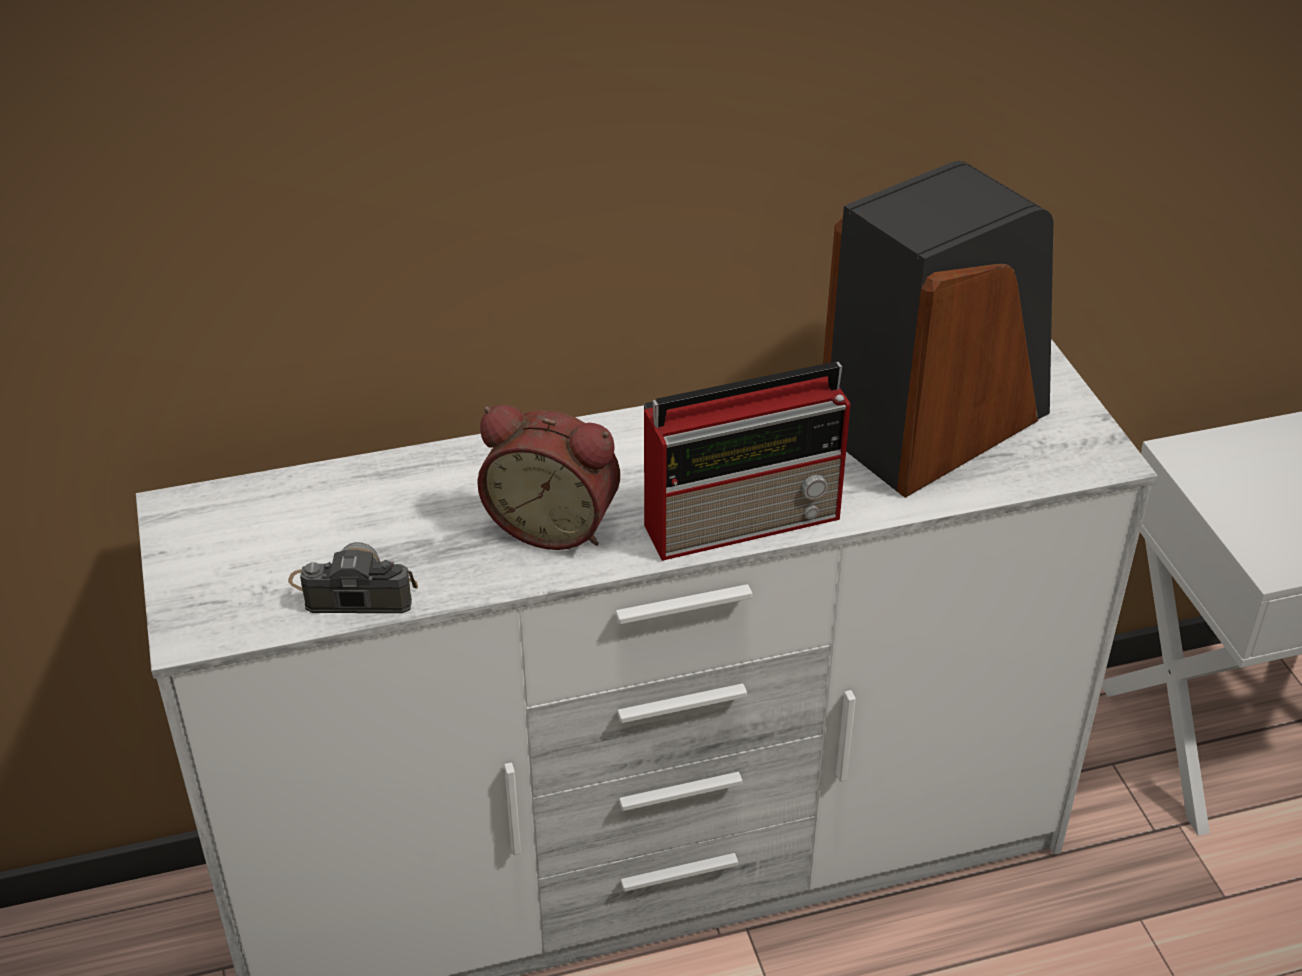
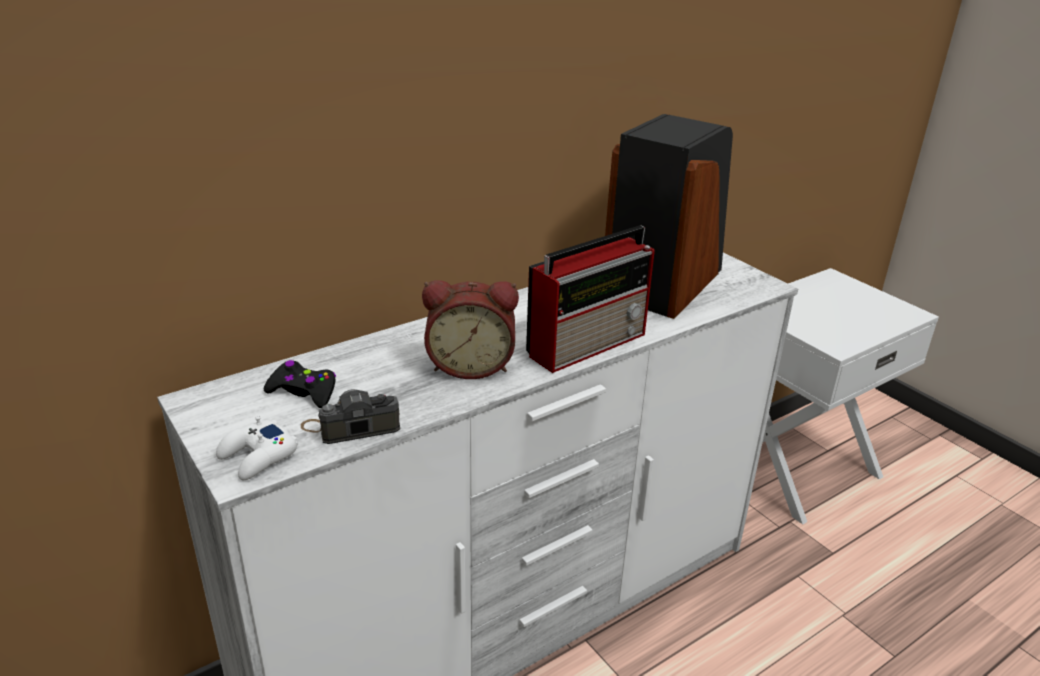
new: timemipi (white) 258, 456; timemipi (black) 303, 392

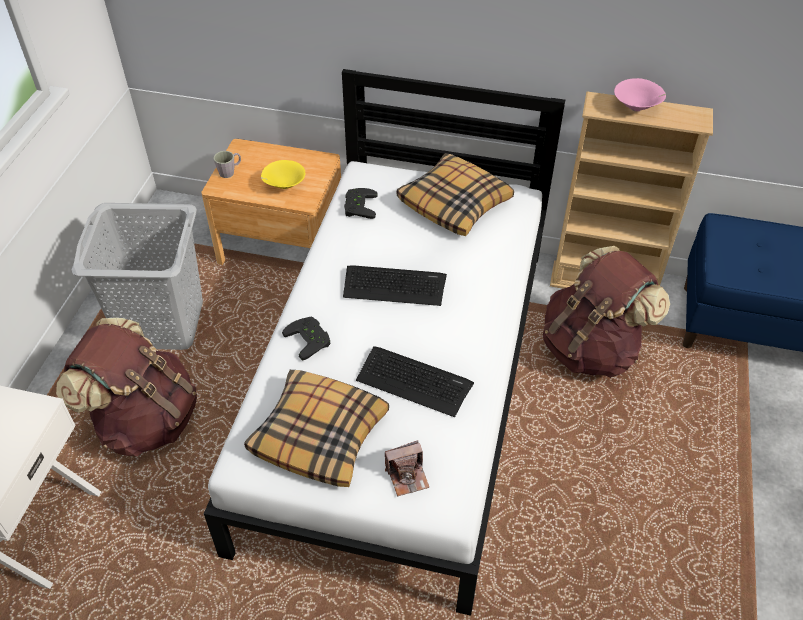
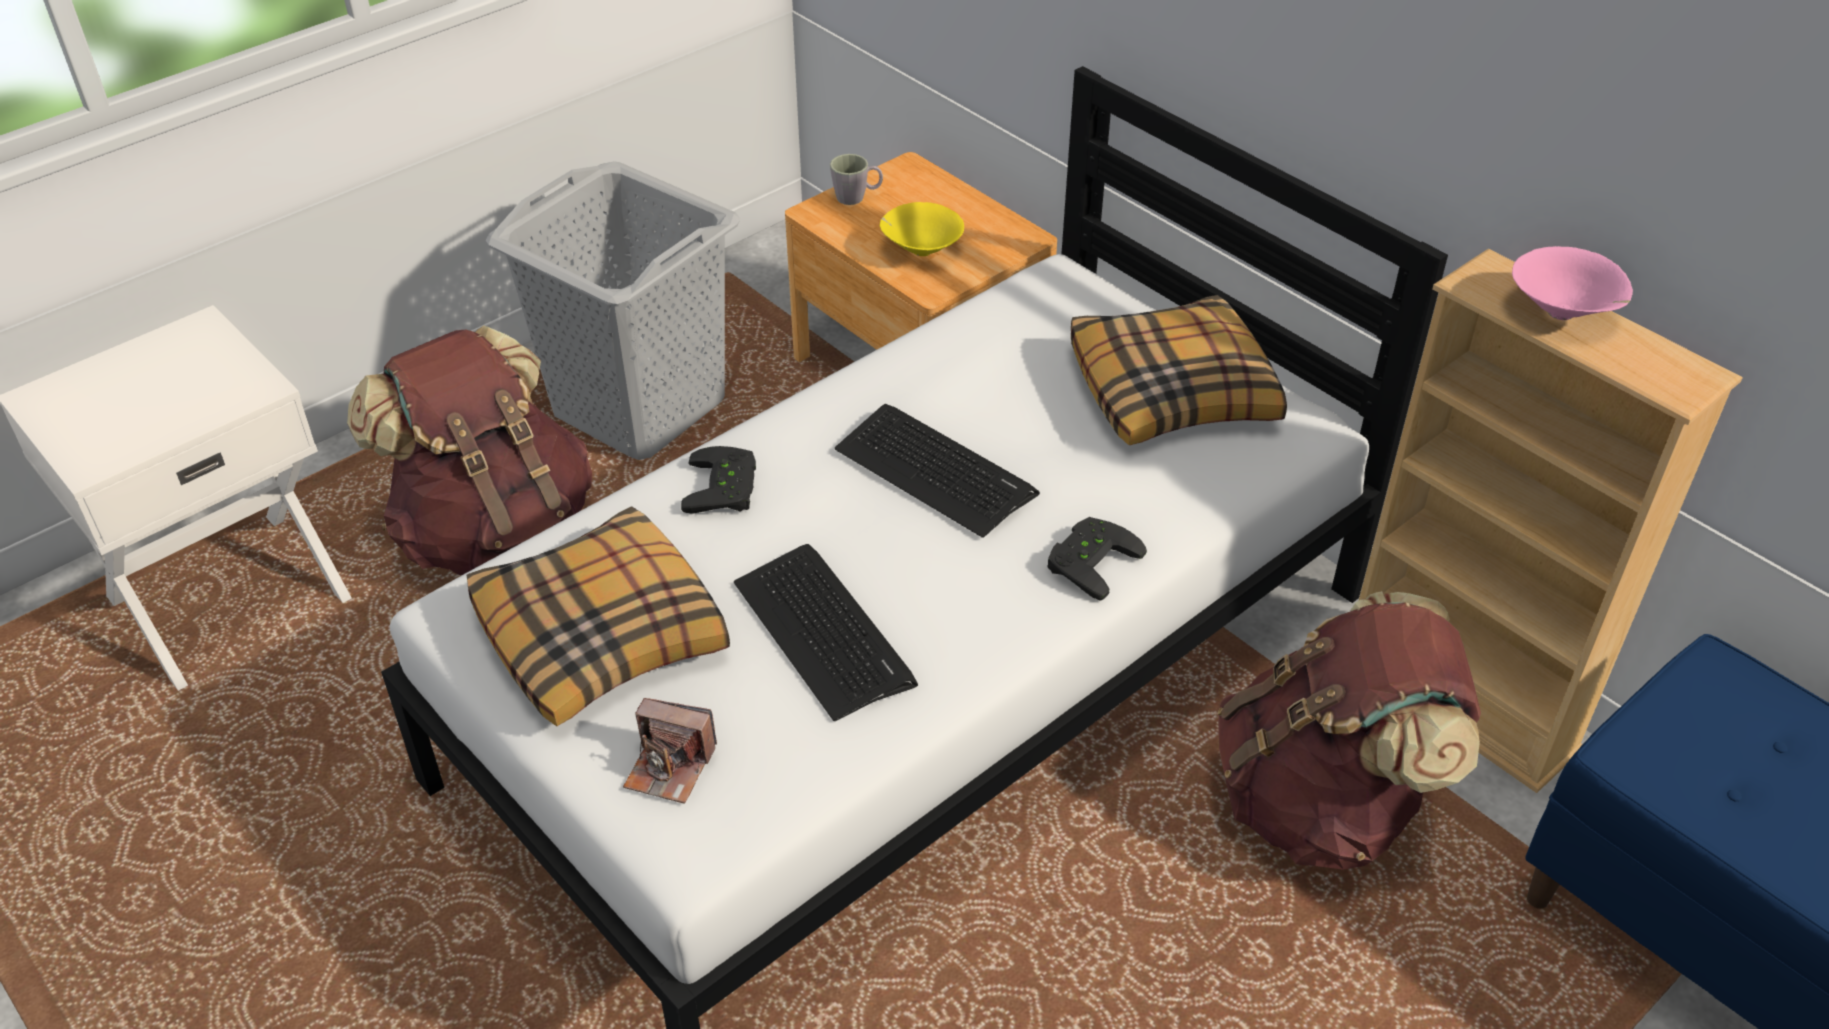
shifted: timemipi (black) 358, 206 to 1088, 560

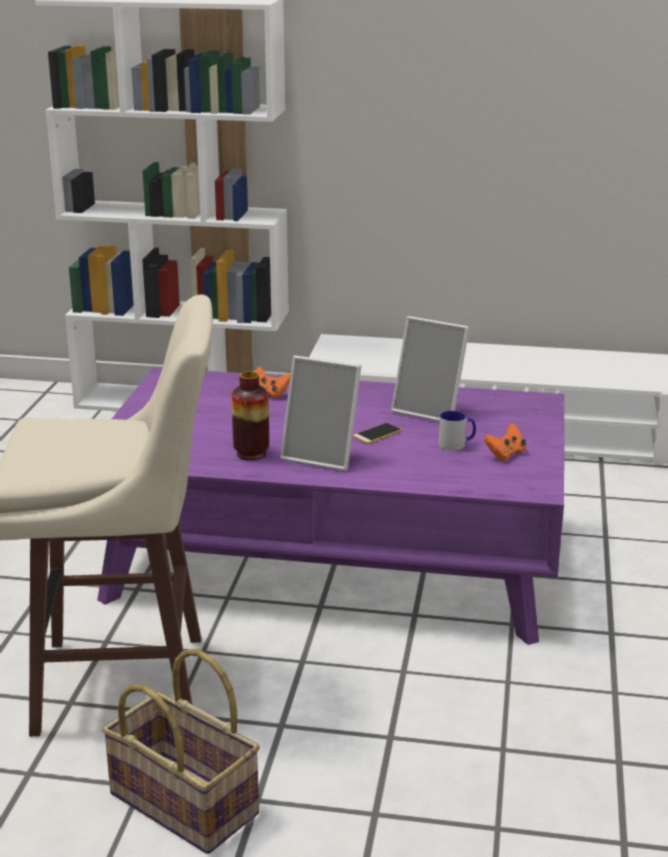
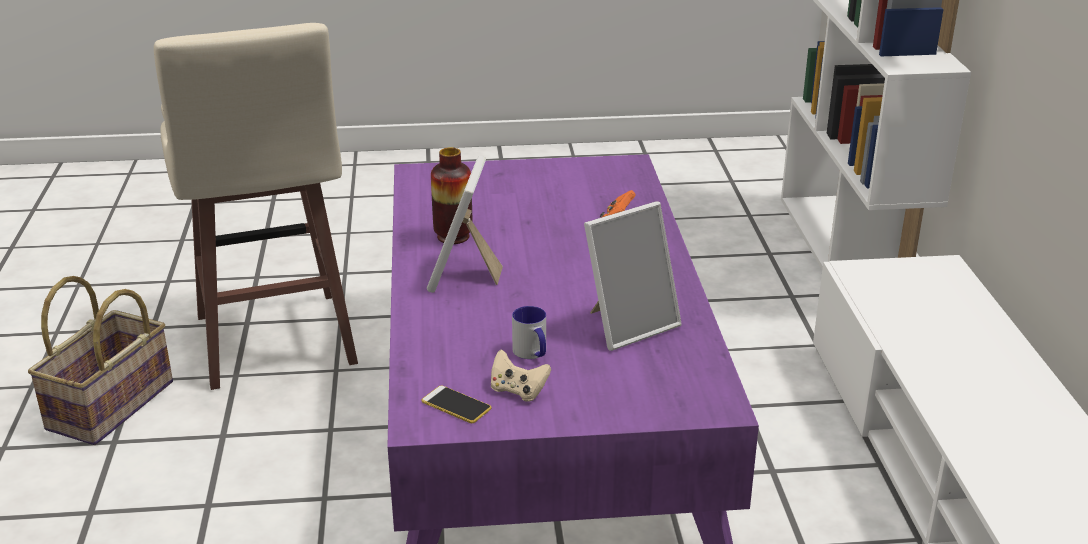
shifted: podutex 377, 434 to 456, 405
repainted: timemipi (orange) 505, 454 to timemipi (beige) 518, 391
rotated: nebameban 430, 410 = 628, 325 135 degrees counterclockwise

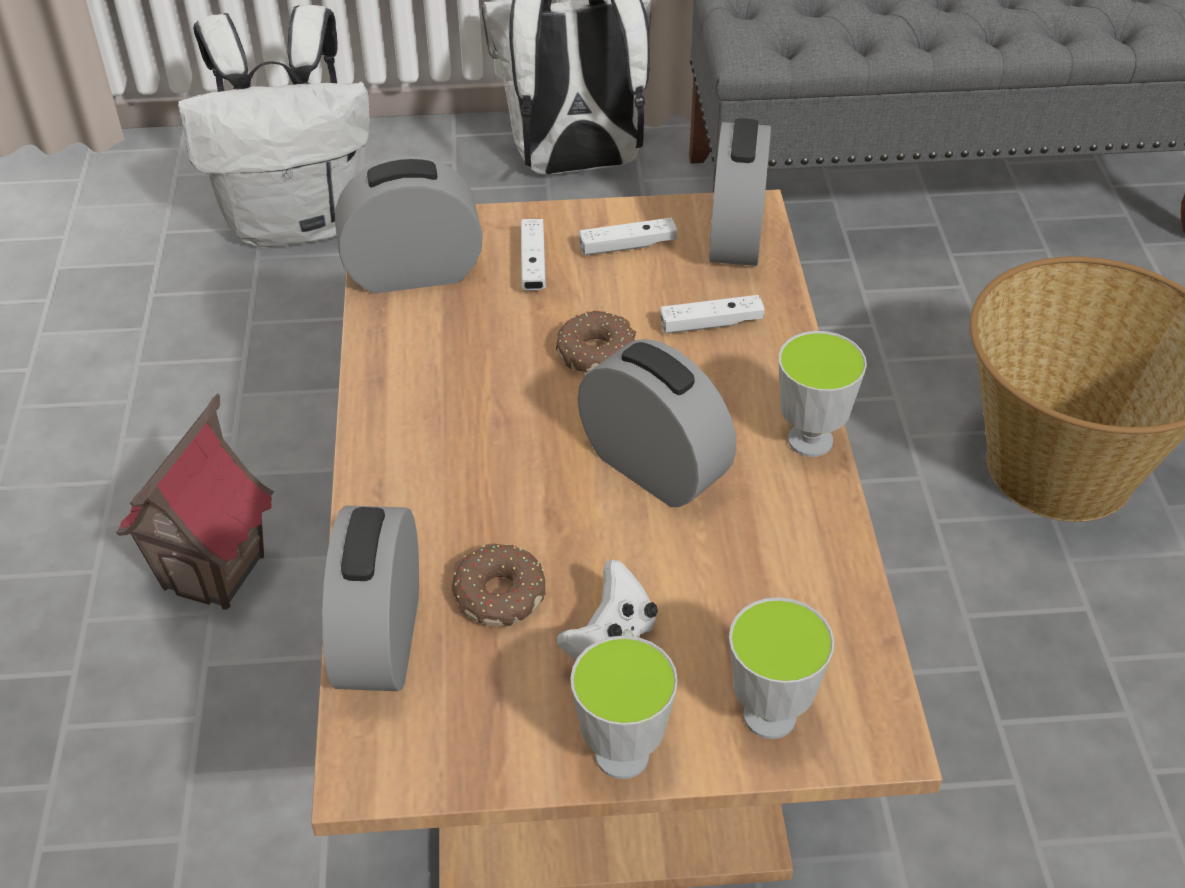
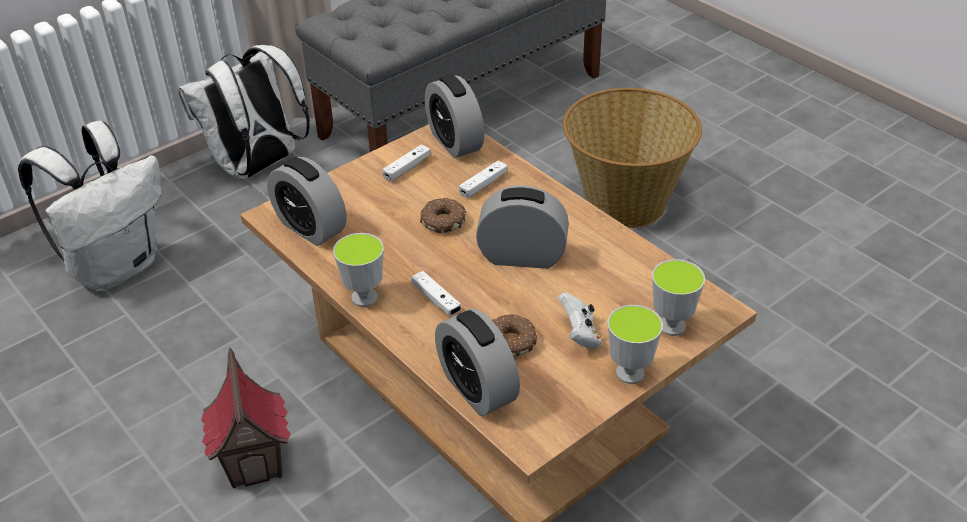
shifted: timemipi (white) 533, 264 to 436, 299; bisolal 810, 440 to 364, 297
rotated: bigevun 413, 272 = 310, 227 90 degrees counterclockwise

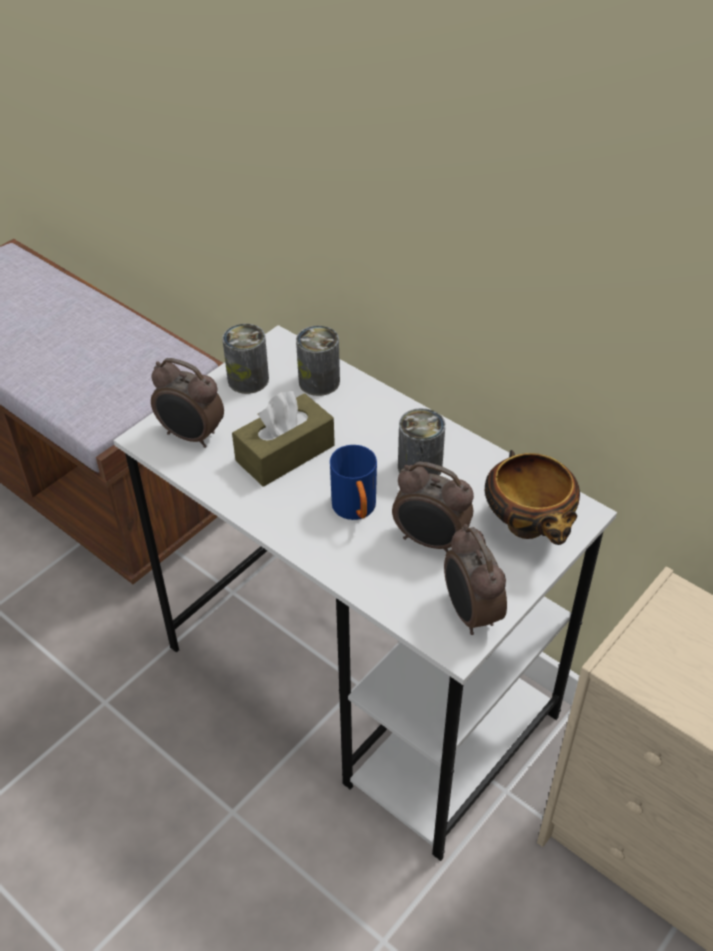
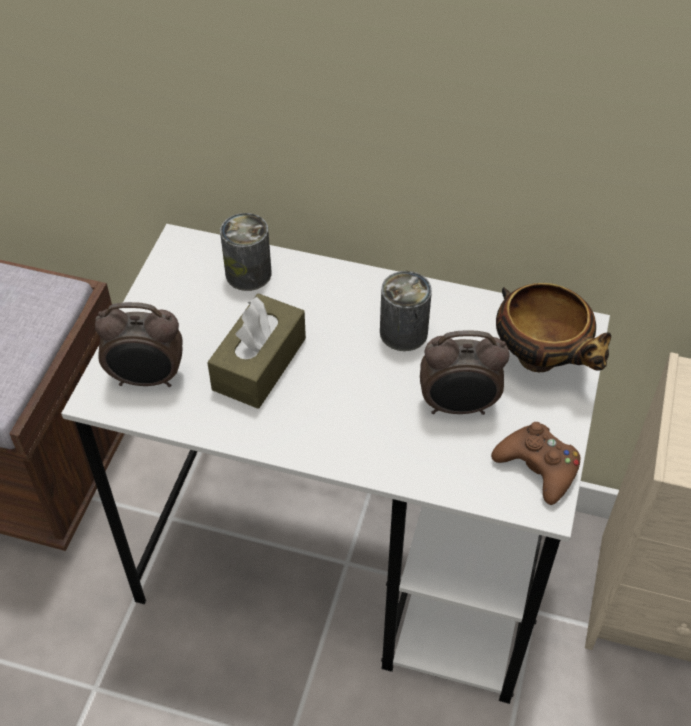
gone: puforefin 248, 379; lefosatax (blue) 356, 511
swapped: bigevun 470, 613 to timemipi (brown) 538, 467

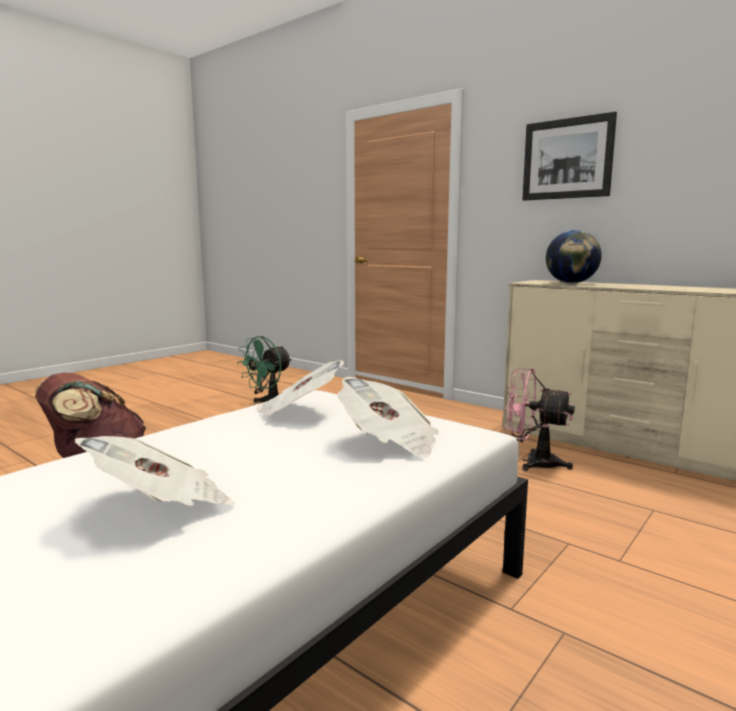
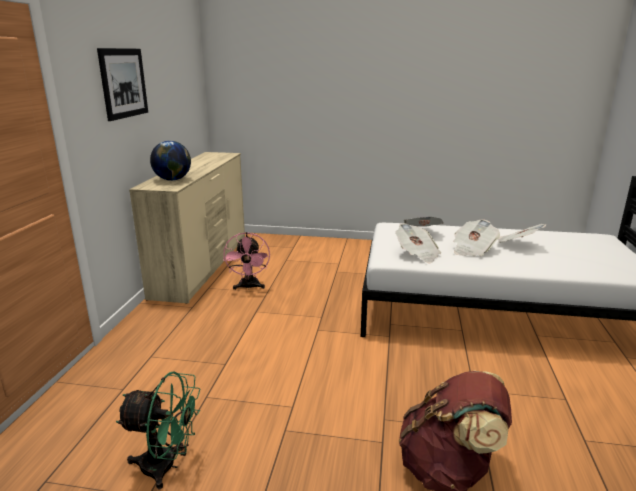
new: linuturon 472, 250

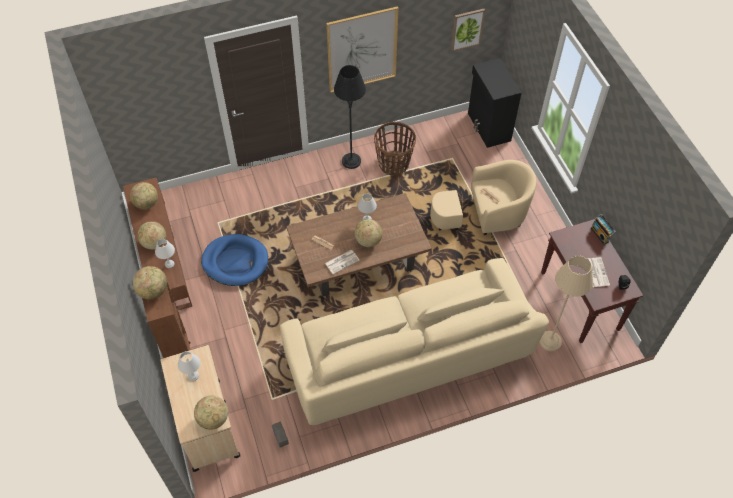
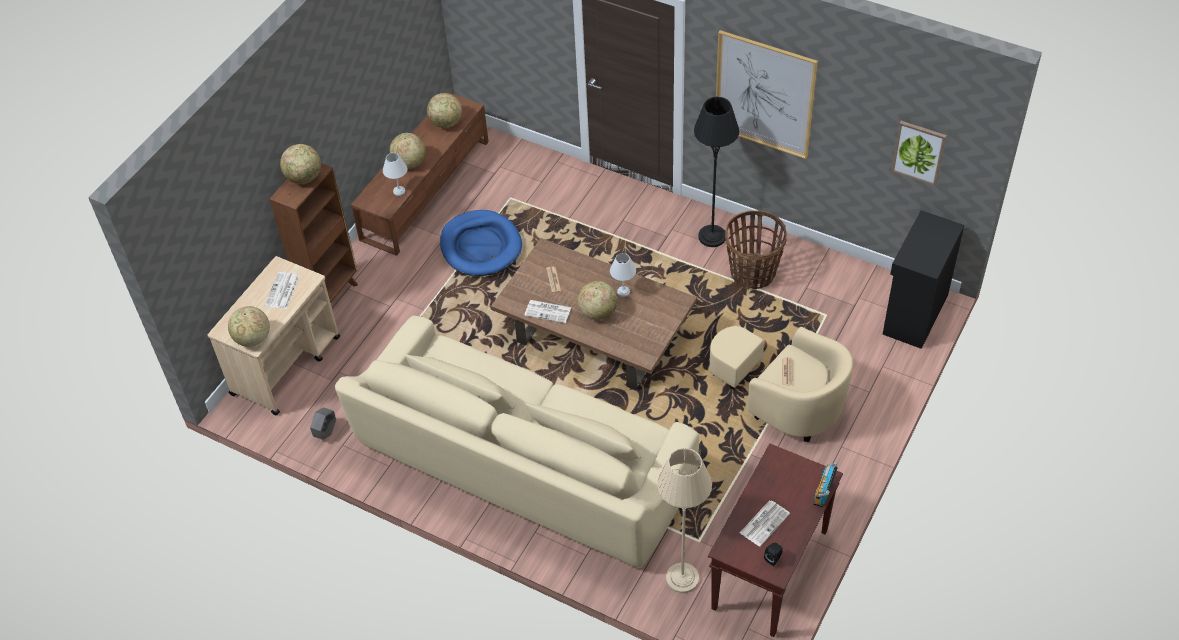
swapped: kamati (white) 194, 376 to linuturon 282, 291

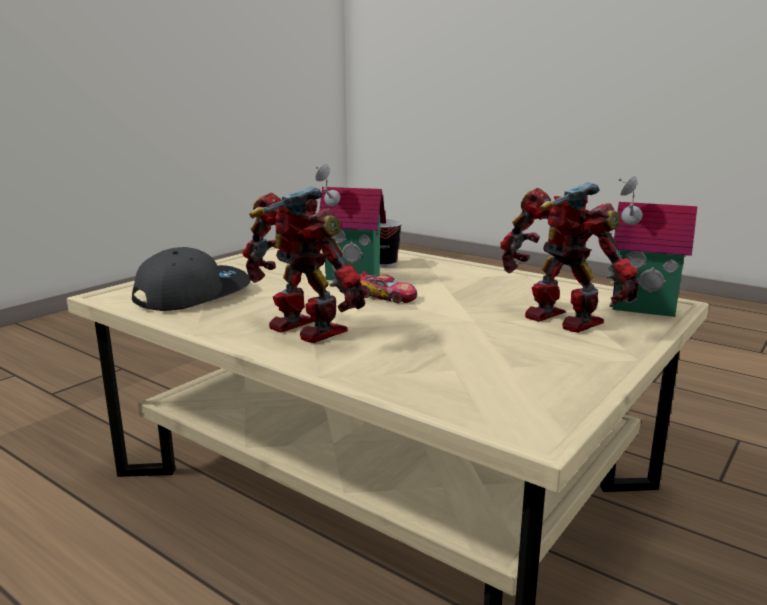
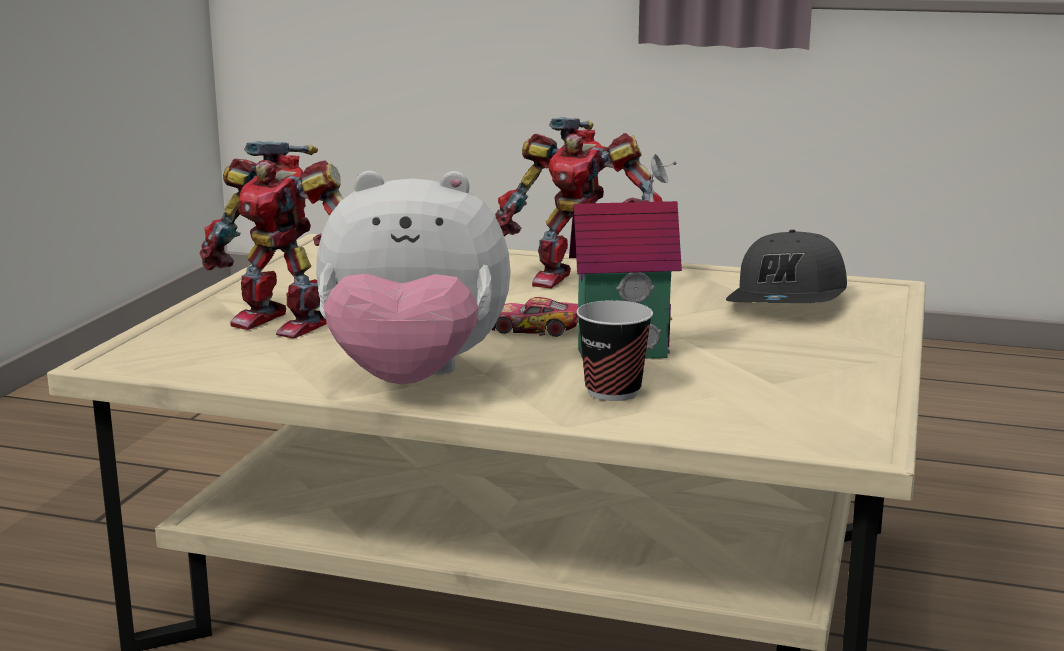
gone: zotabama 642, 310
new: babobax 412, 380

